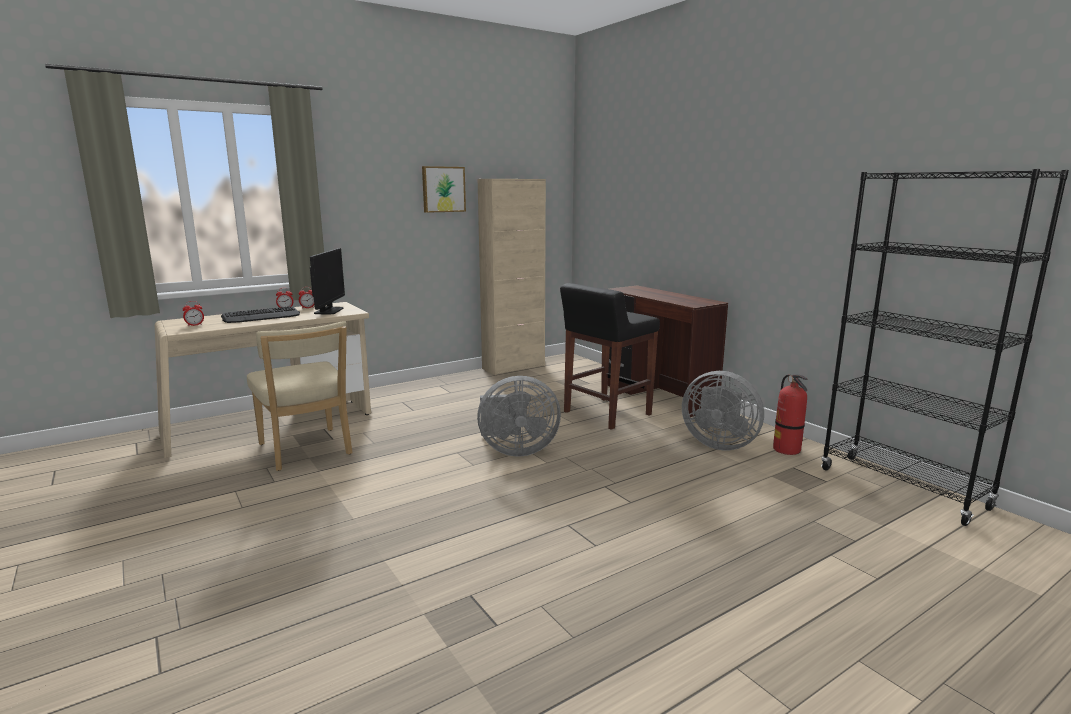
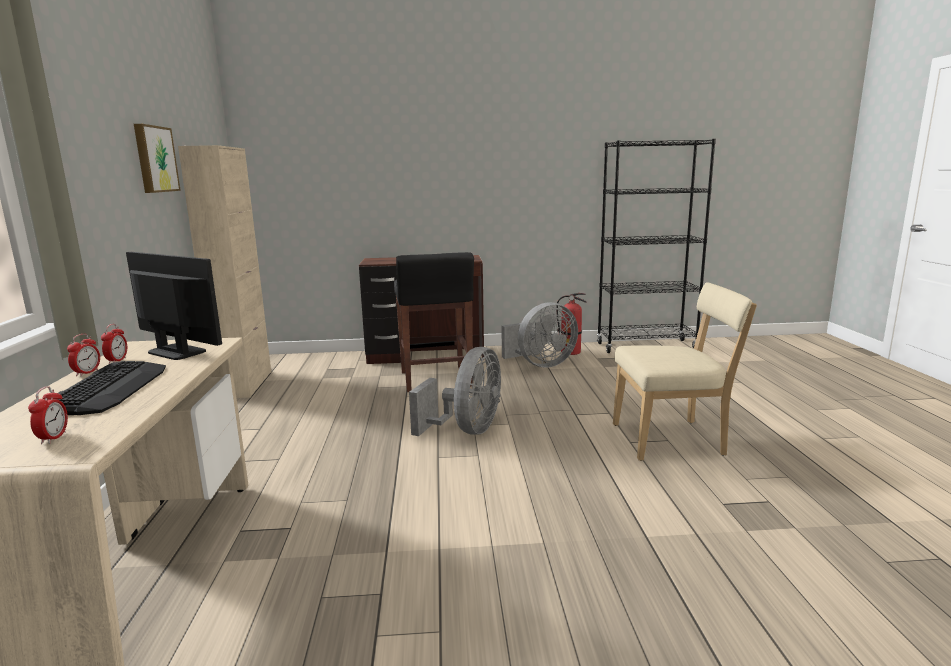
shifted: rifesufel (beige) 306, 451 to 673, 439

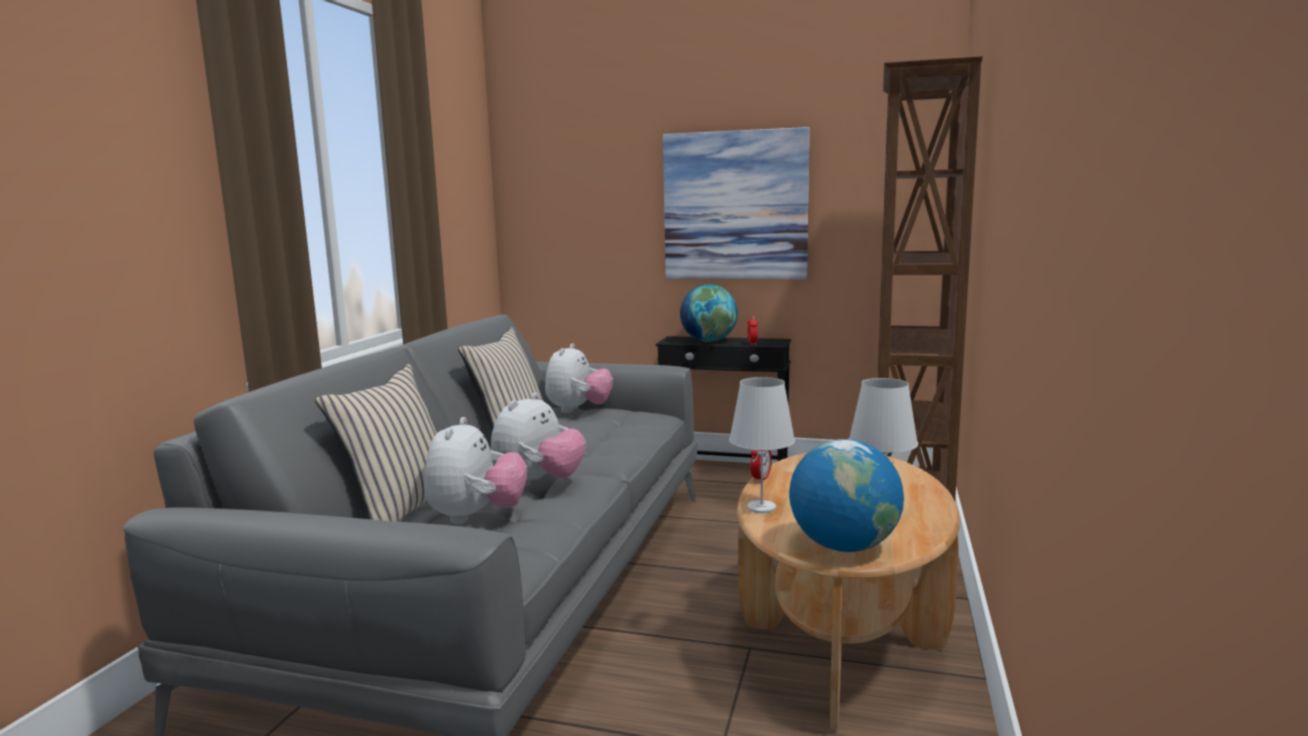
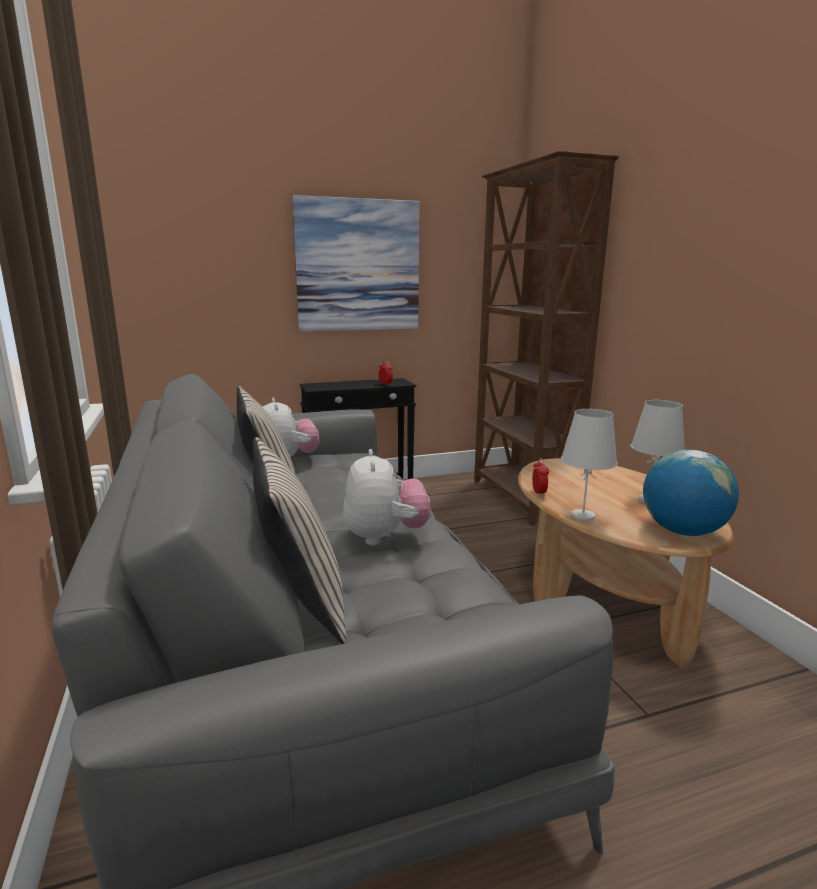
gone: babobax 476, 517; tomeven 709, 341

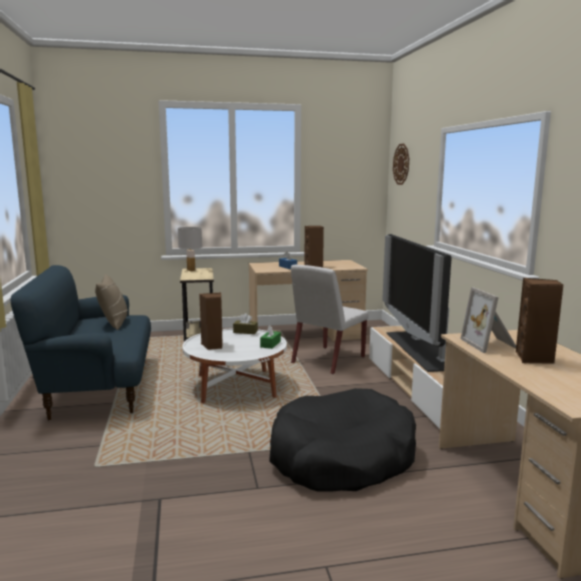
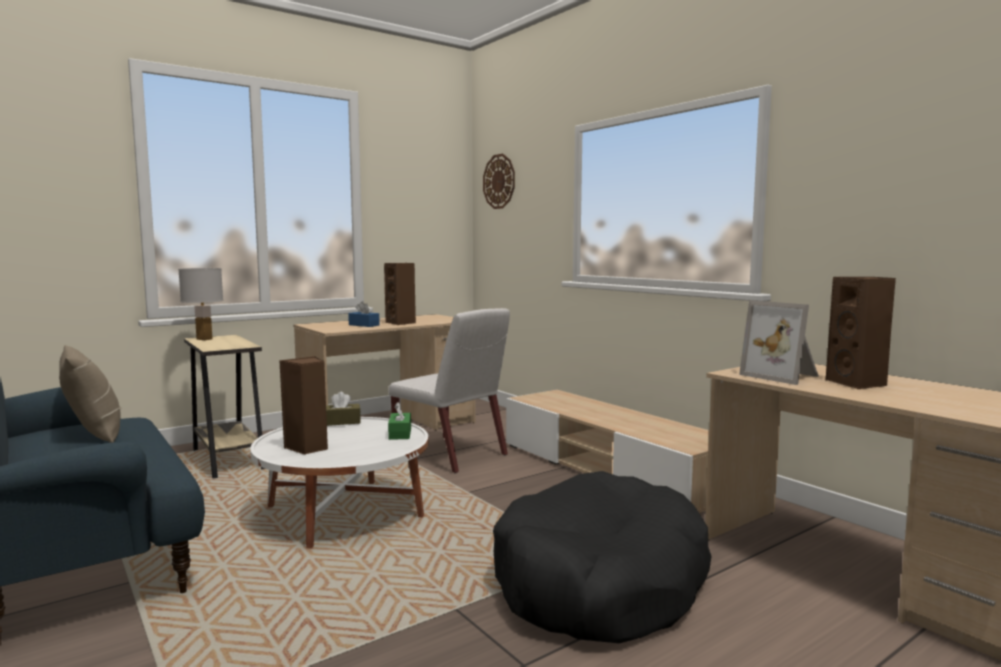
gone: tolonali 422, 350
rotated: rifesufel (white) 327, 360 = 451, 454 60 degrees counterclockwise

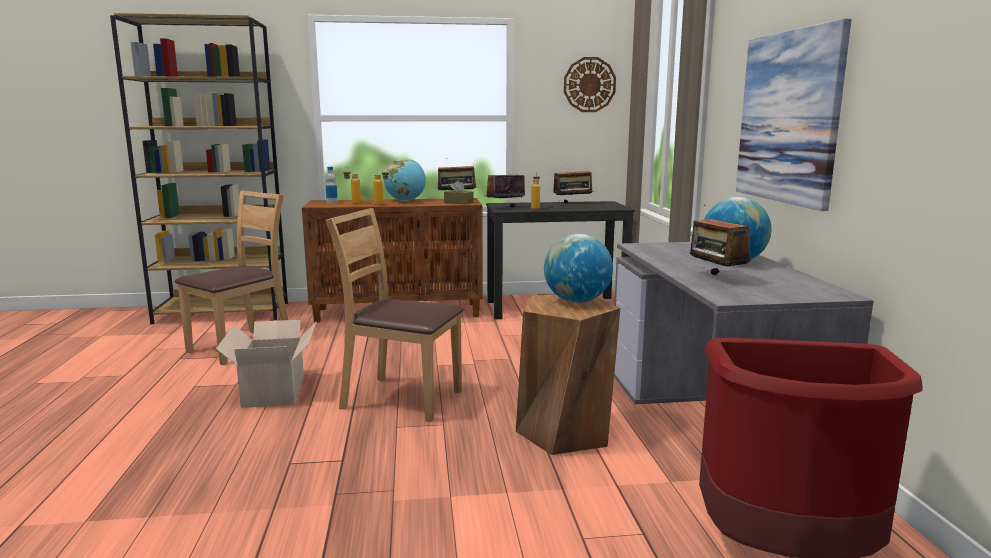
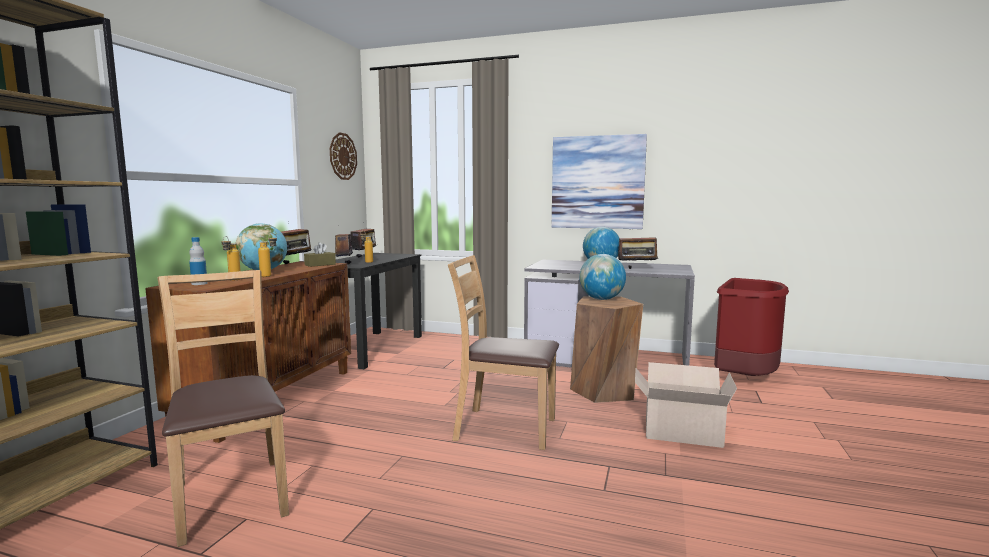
shifted: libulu 275, 390 to 679, 432
rotated: rifesufel (brown) 401, 398 = 504, 428 60 degrees clockwise

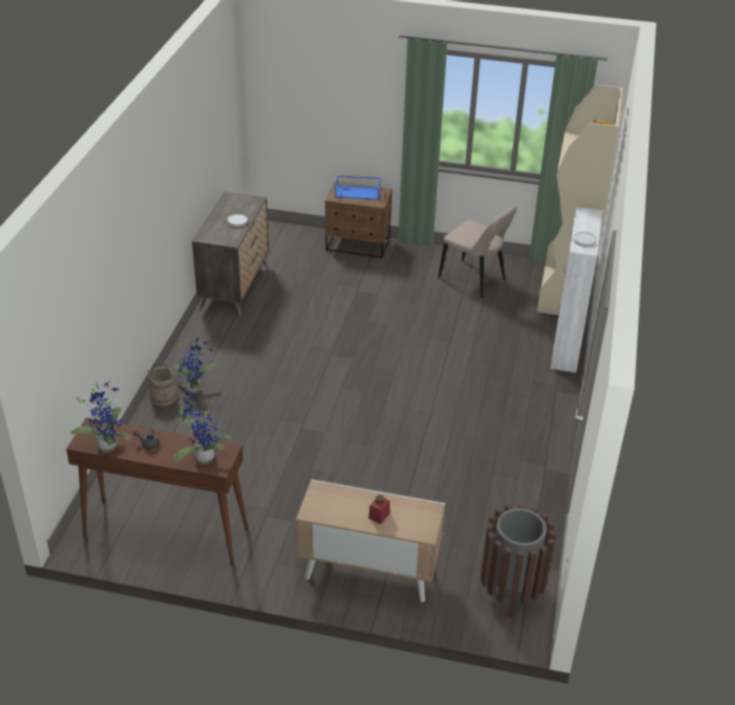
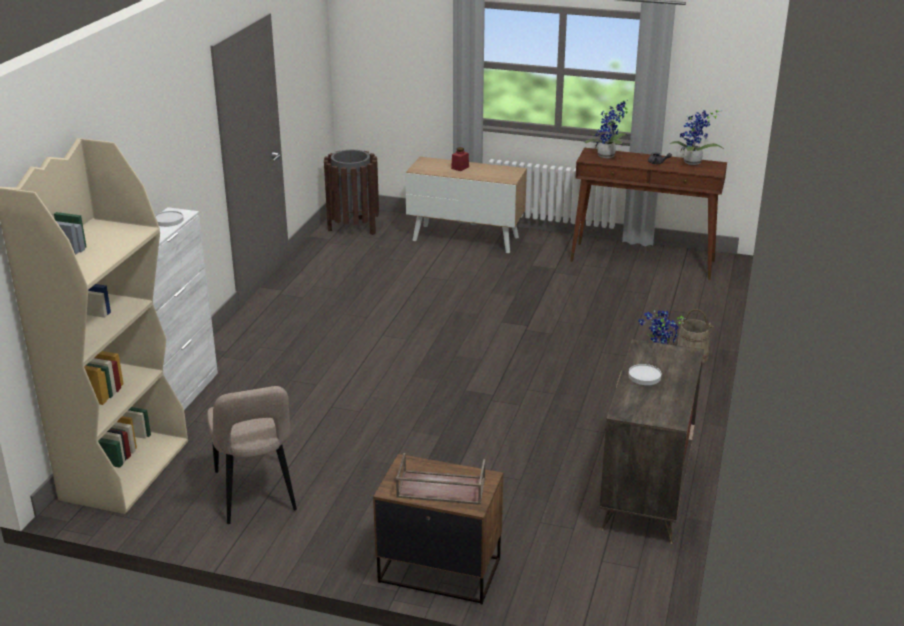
repainted: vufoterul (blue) 358, 192 to vufoterul (brown) 440, 488
rotated: rifesufel (beige) 474, 280 = 256, 494 150 degrees counterclockwise

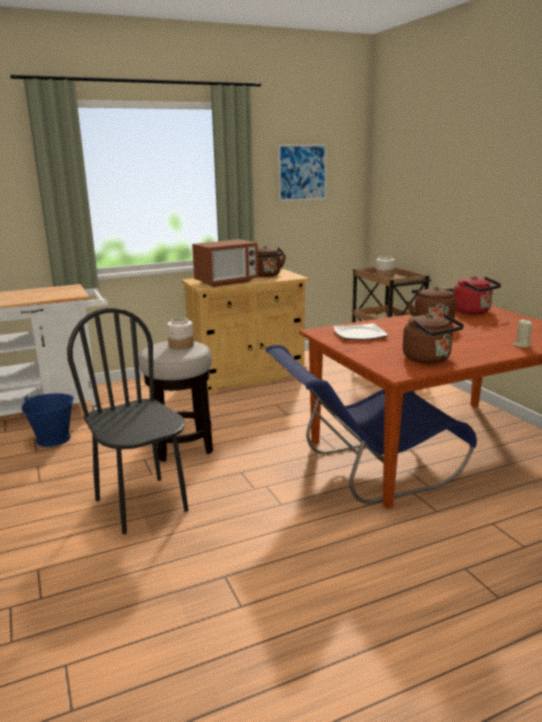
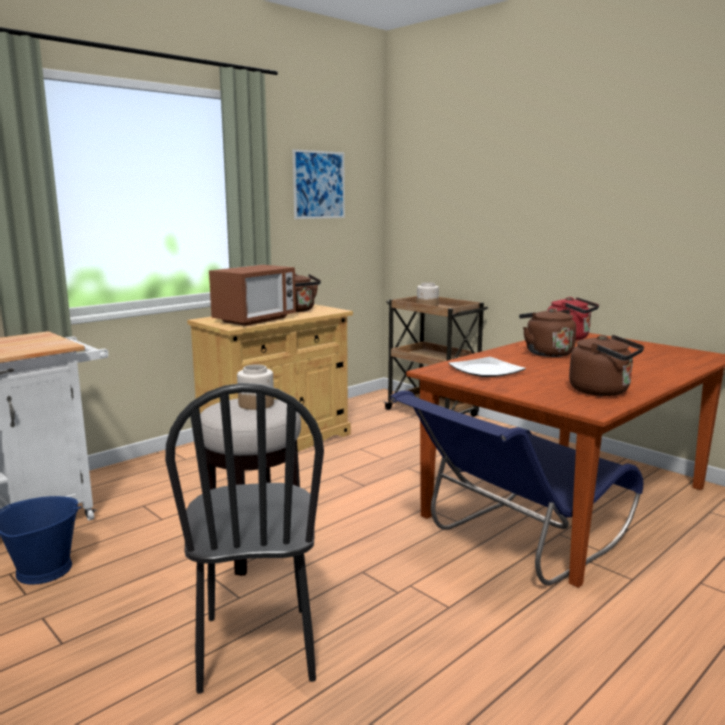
gone: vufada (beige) 522, 345
rotated: rifesufel (black) 142, 504 = 256, 648 135 degrees counterclockwise

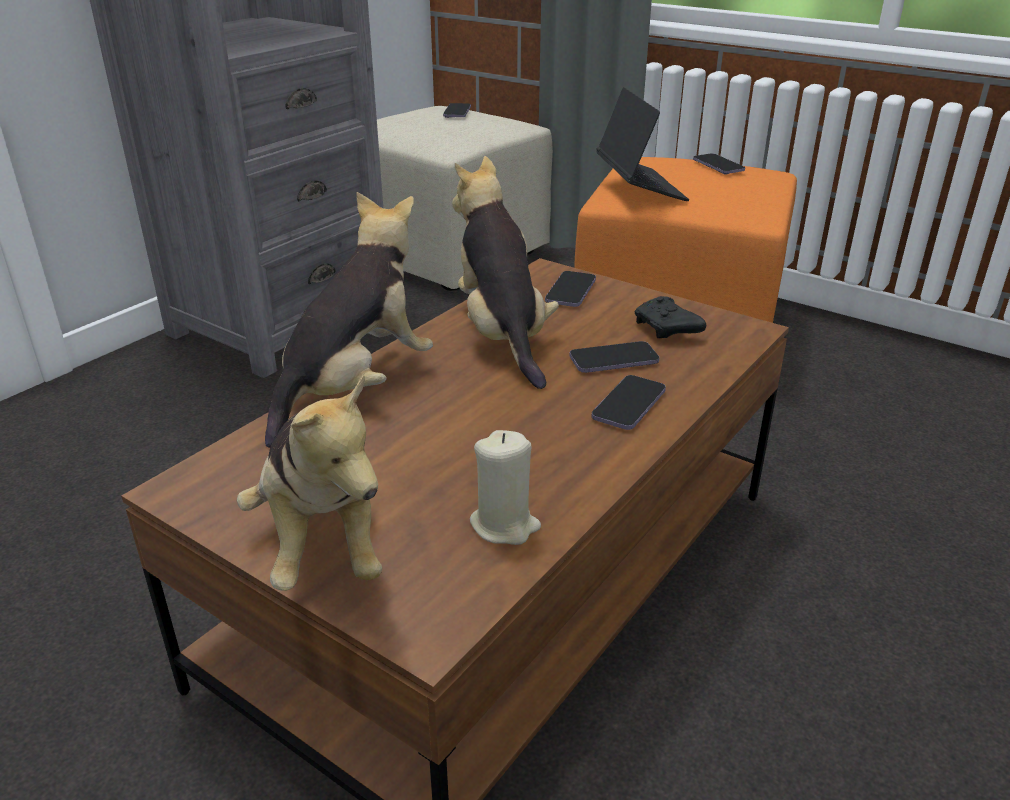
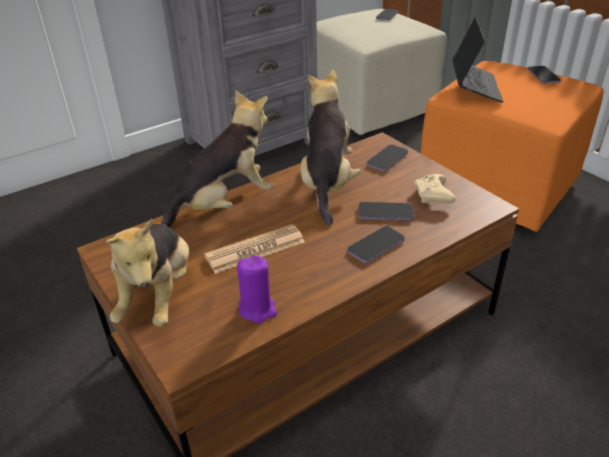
new: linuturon 255, 249
repainted: vufada (beige) 505, 525 to vufada (purple) 257, 309; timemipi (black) 667, 329 to timemipi (beige) 433, 197

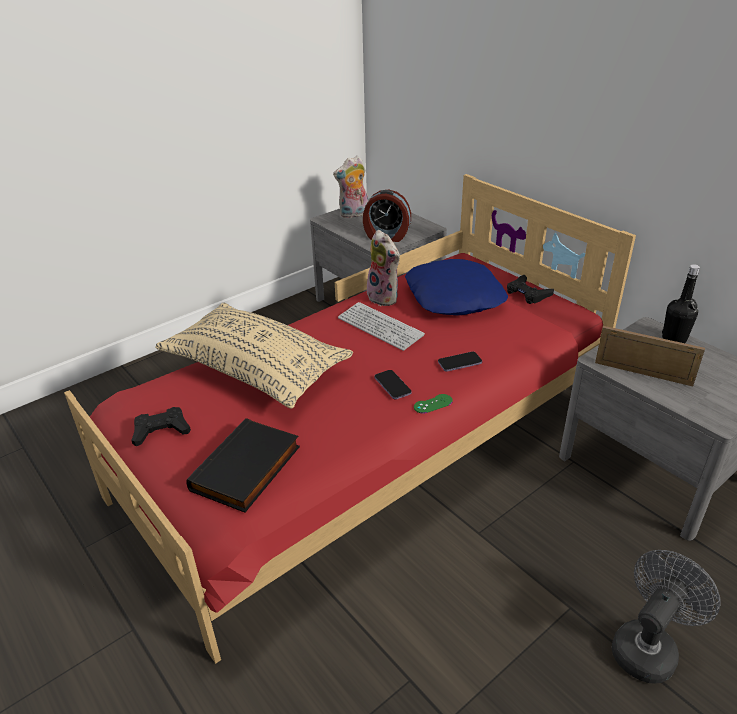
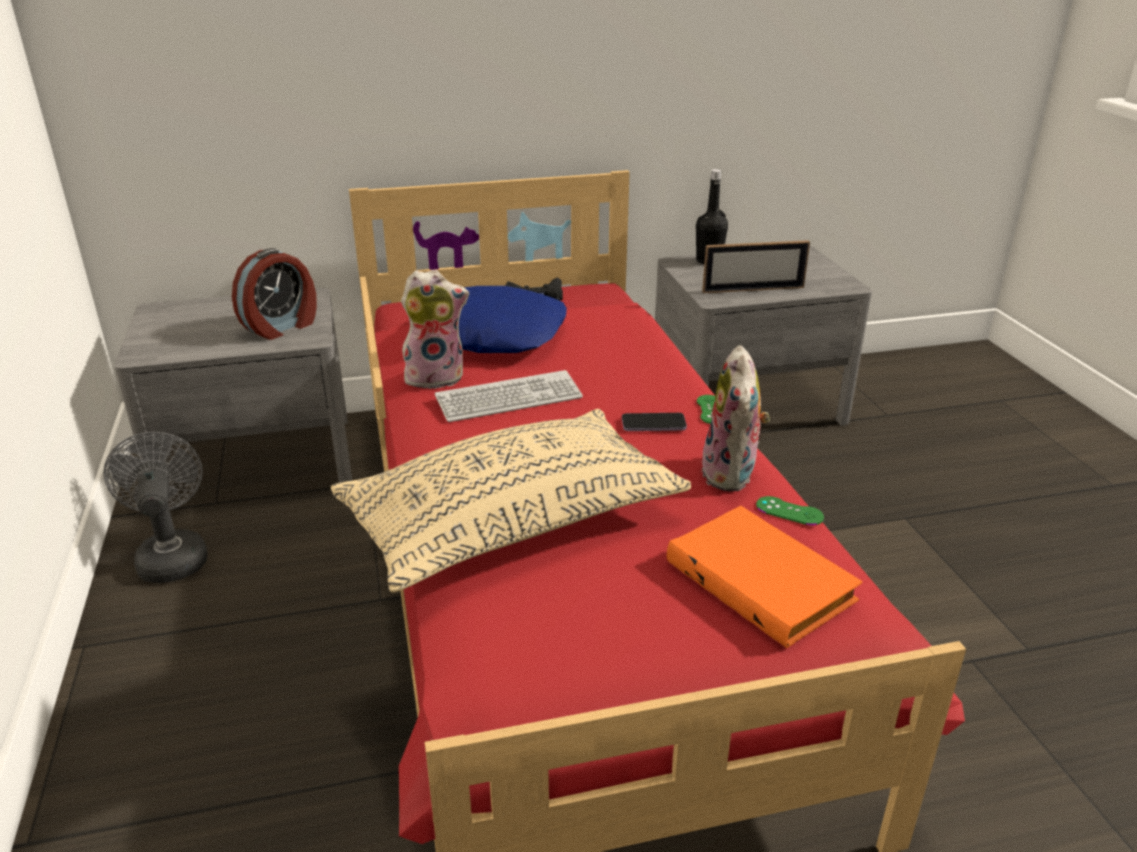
gone: timemipi (black) 161, 430; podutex 459, 363
new: timemipi (green) 789, 511
shifted: babobax 354, 215 to 732, 475; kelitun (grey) 648, 646 to 172, 555
repainted: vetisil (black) 247, 469 to vetisil (orange) 763, 580
rotated: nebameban 643, 373 = 753, 289 150 degrees counterclockwise

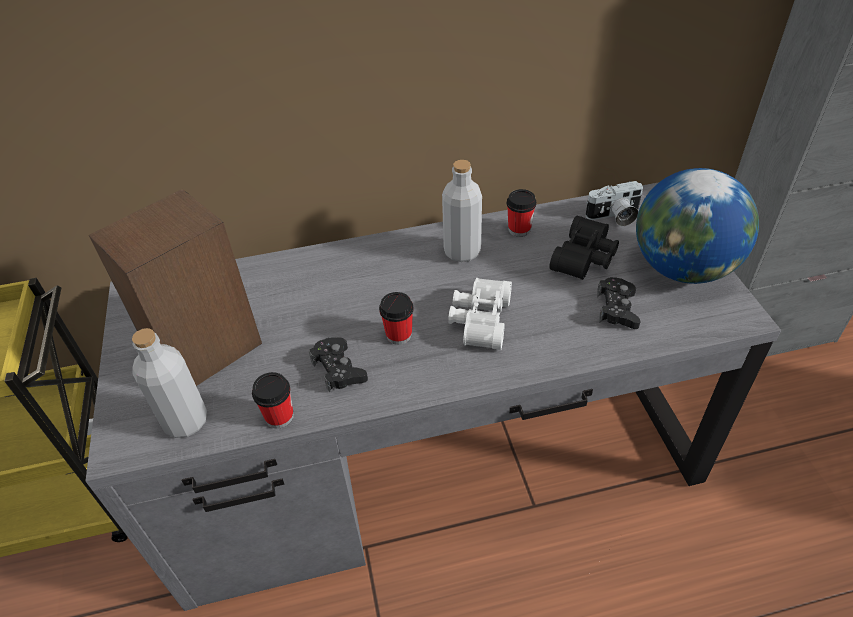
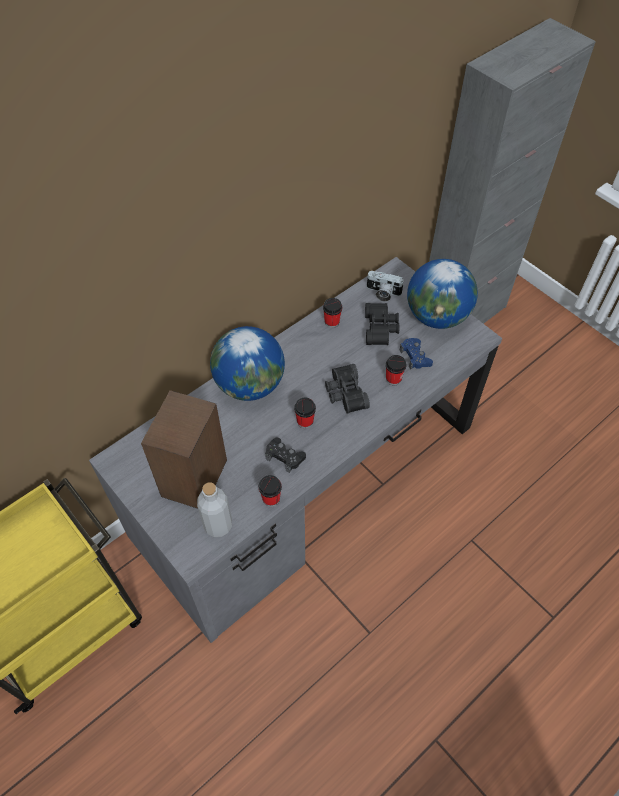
gone: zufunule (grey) 462, 251
new: tomeven 250, 385; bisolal 393, 379
repainted: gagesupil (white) 479, 320 to gagesupil (black) 344, 394; timemipi (black) 617, 309 to timemipi (blue) 415, 357
rotated: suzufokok 614, 217 = 382, 293 60 degrees clockwise

